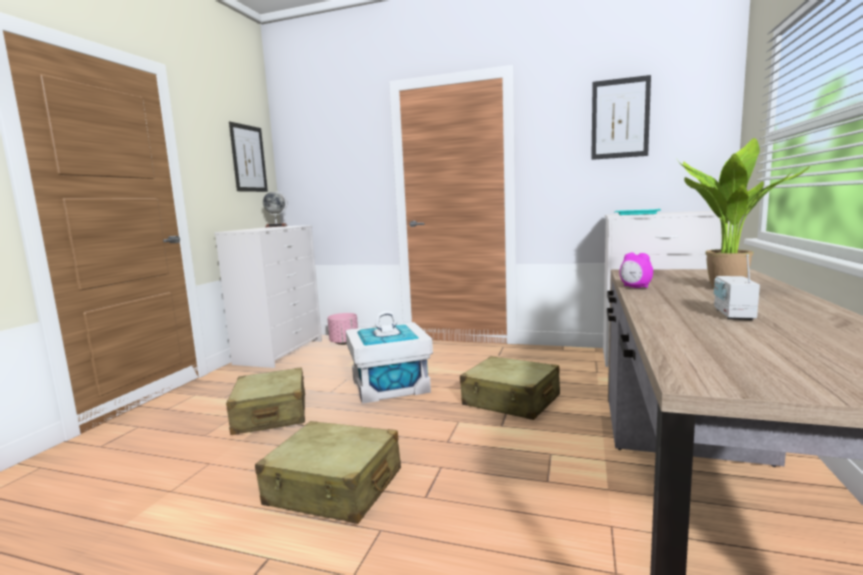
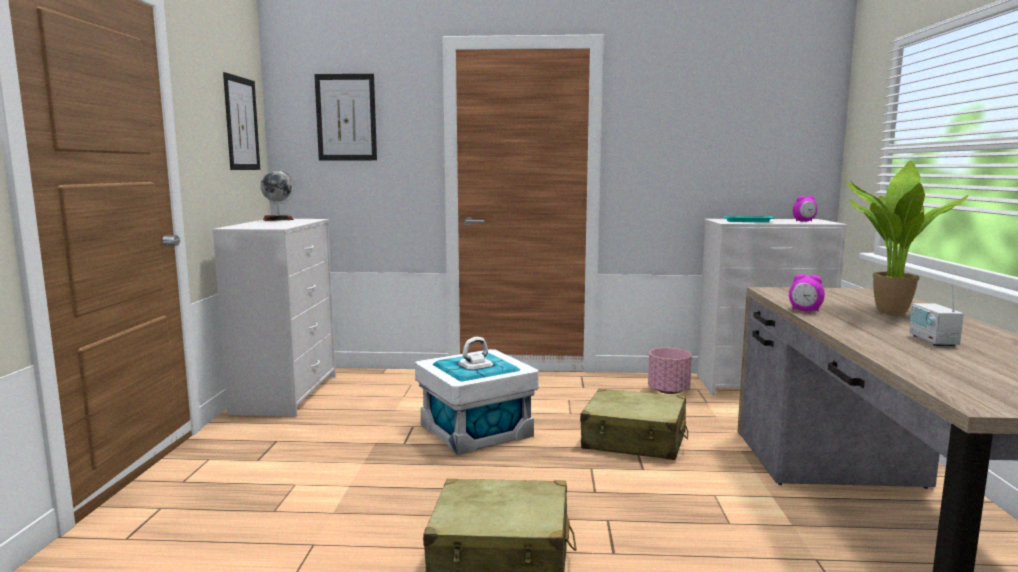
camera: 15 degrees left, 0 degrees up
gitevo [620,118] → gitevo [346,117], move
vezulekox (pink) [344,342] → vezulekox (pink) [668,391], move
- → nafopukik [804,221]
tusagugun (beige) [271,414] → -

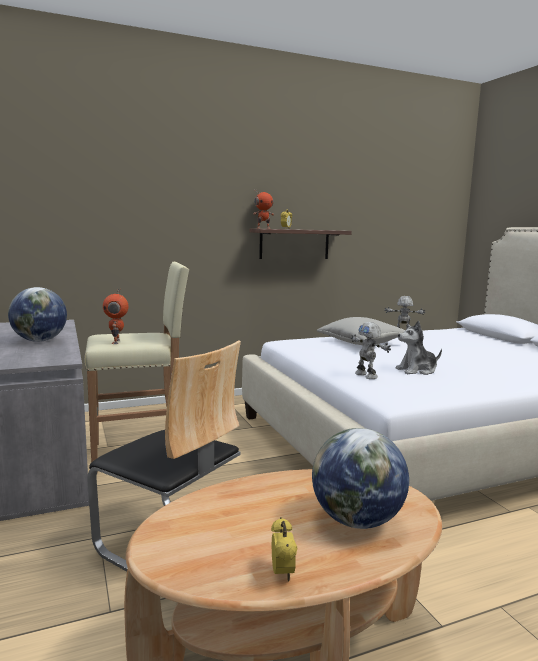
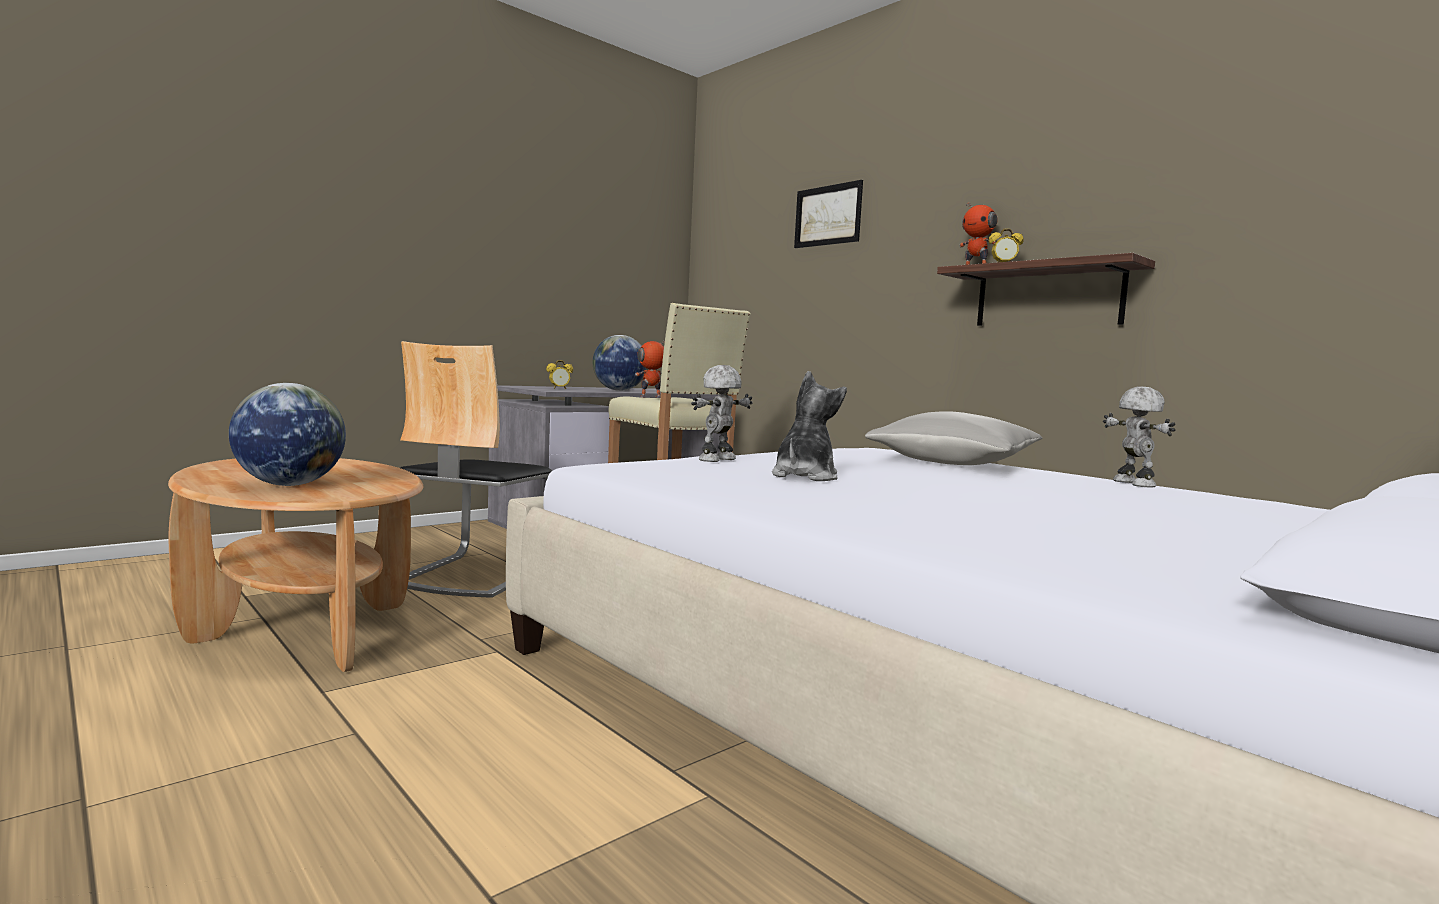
camera: 70 degrees right, 5 degrees down
nafopukik [282,574] → nafopukik [559,388], move
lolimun [417,370] → lolimun [804,476], 60 degrees clockwise
- → gitevo [828,215]

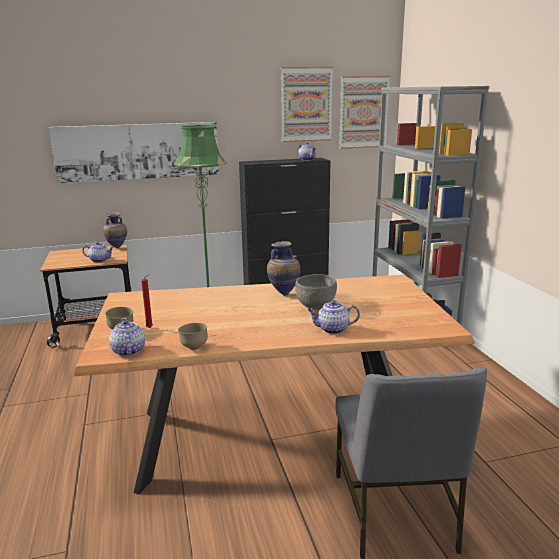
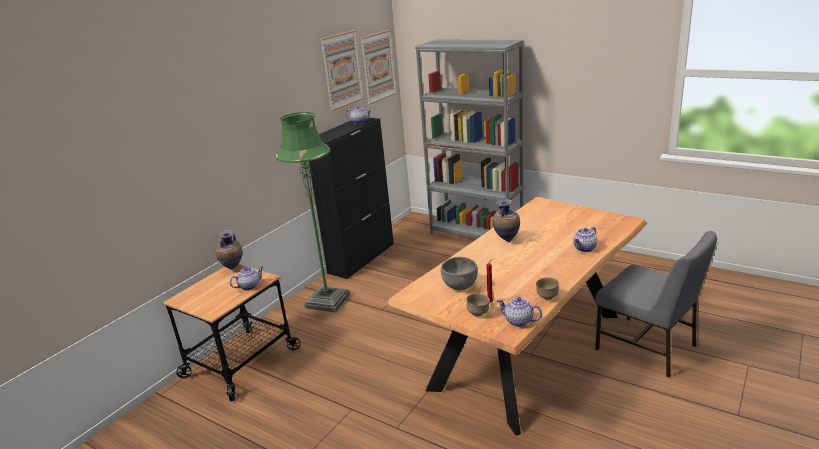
camera: 40 degrees left, 5 degrees up
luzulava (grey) [315,306] → luzulava (grey) [459,286], move
gitevo [138,151] → -

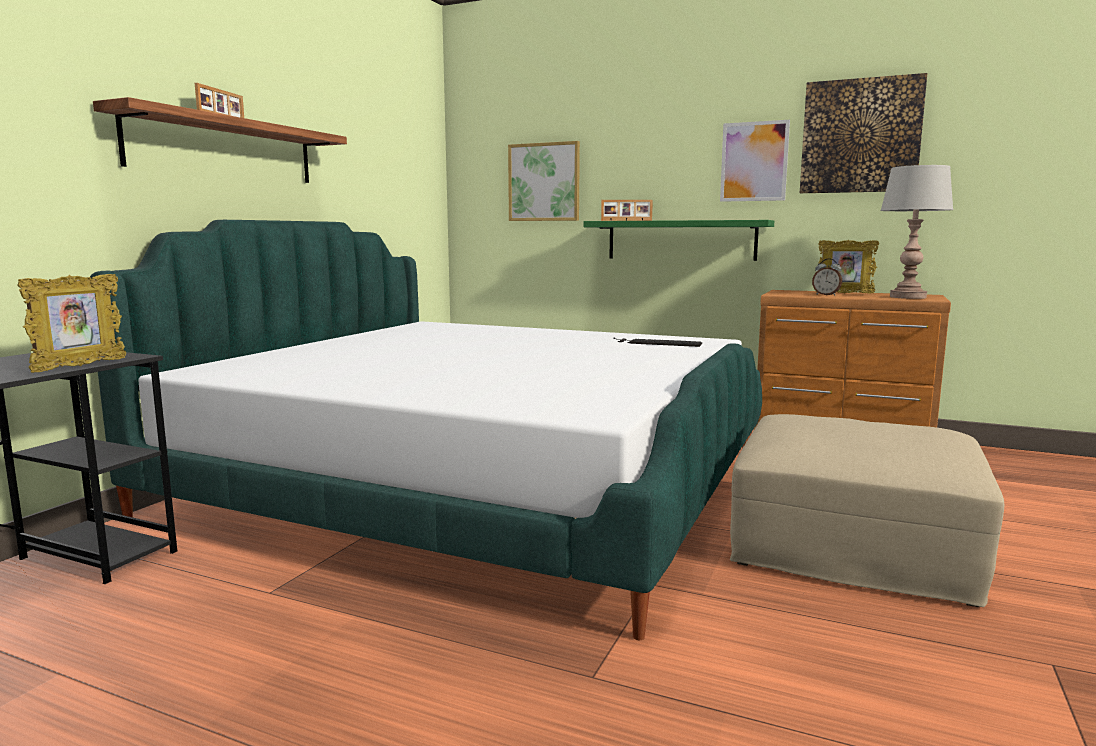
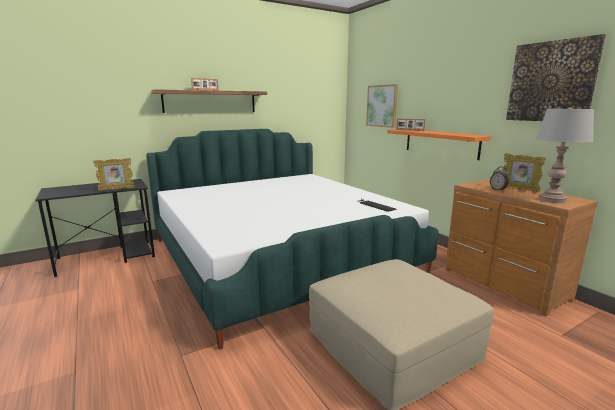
camera: 35 degrees right, 5 degrees up
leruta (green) [681,240] → leruta (orange) [440,143]
gitevo [754,161] → -

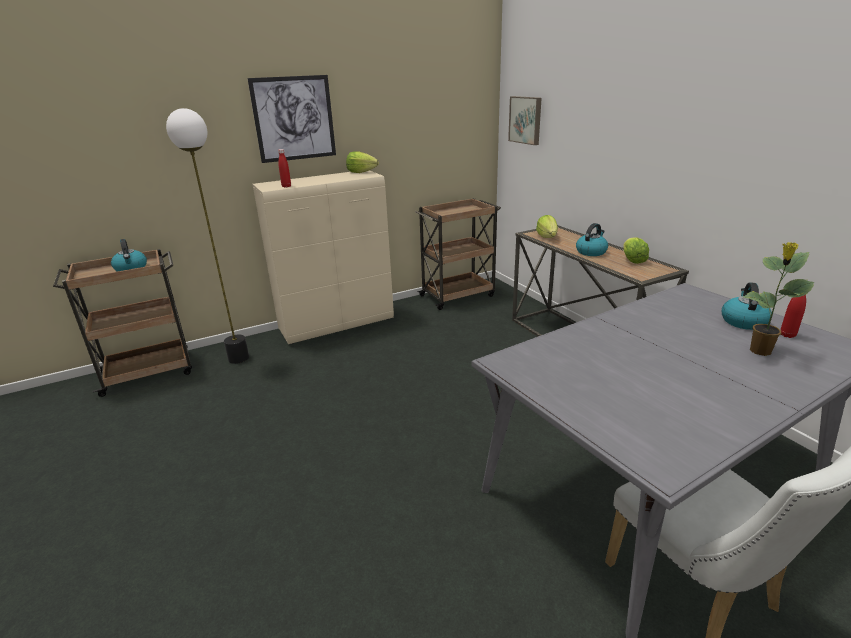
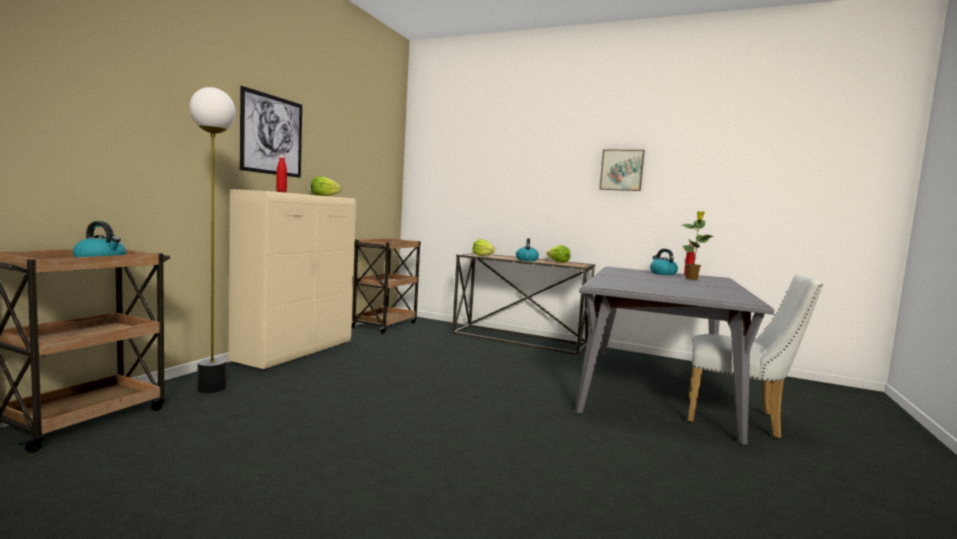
camera: 40 degrees left, 20 degrees down
gitevo [526,120] → gitevo [621,170], move

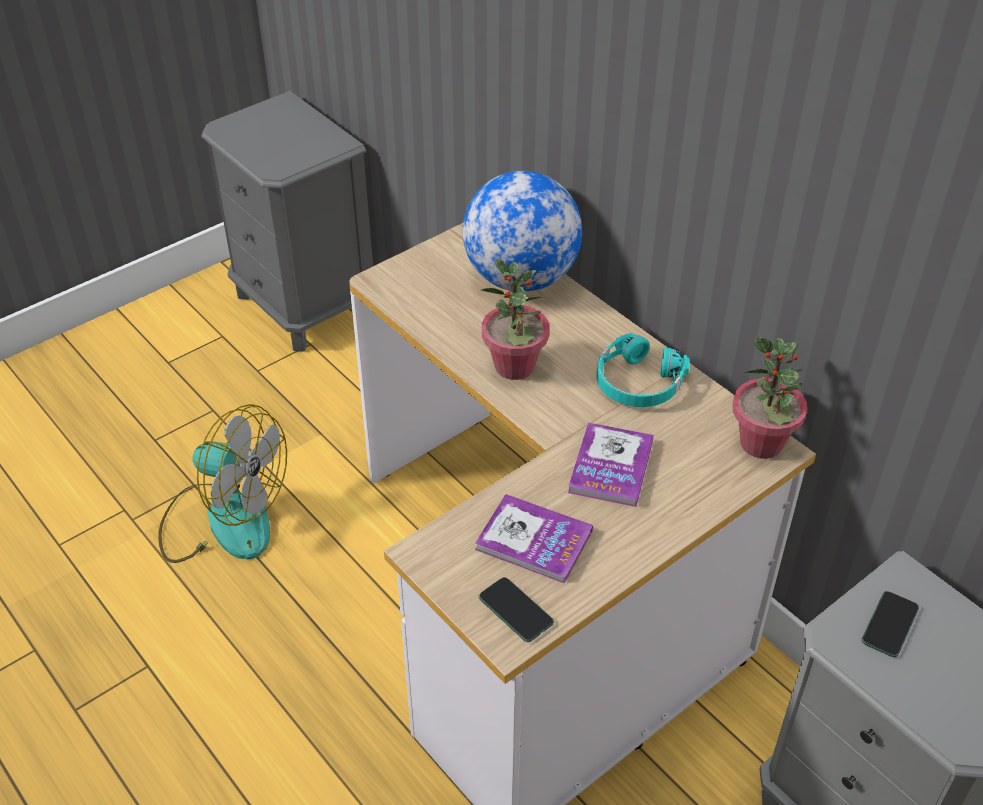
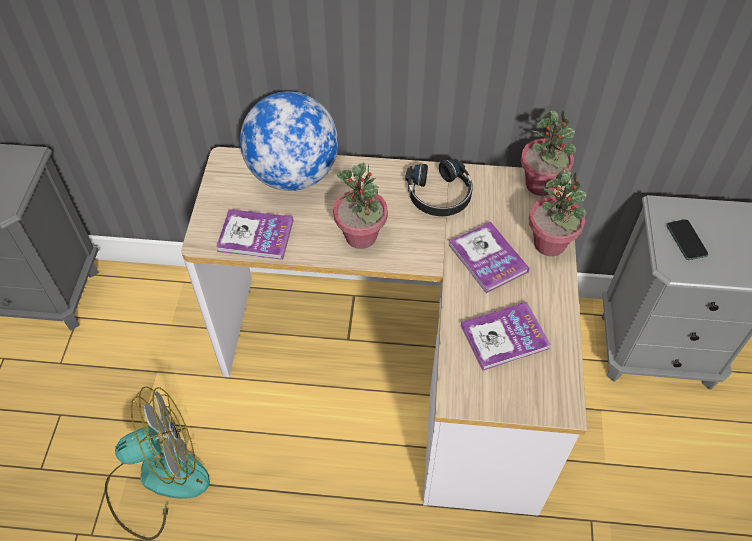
camera: 45 degrees left, 10 degrees up
- → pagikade [255,236]
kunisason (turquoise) [637,383] → kunisason (black) [439,195]
- → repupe [550,244]
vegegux [516,610] → -

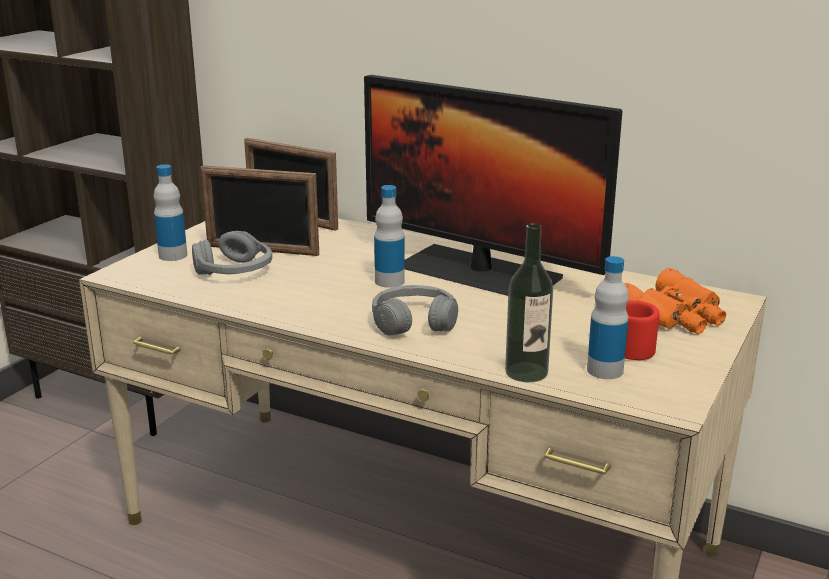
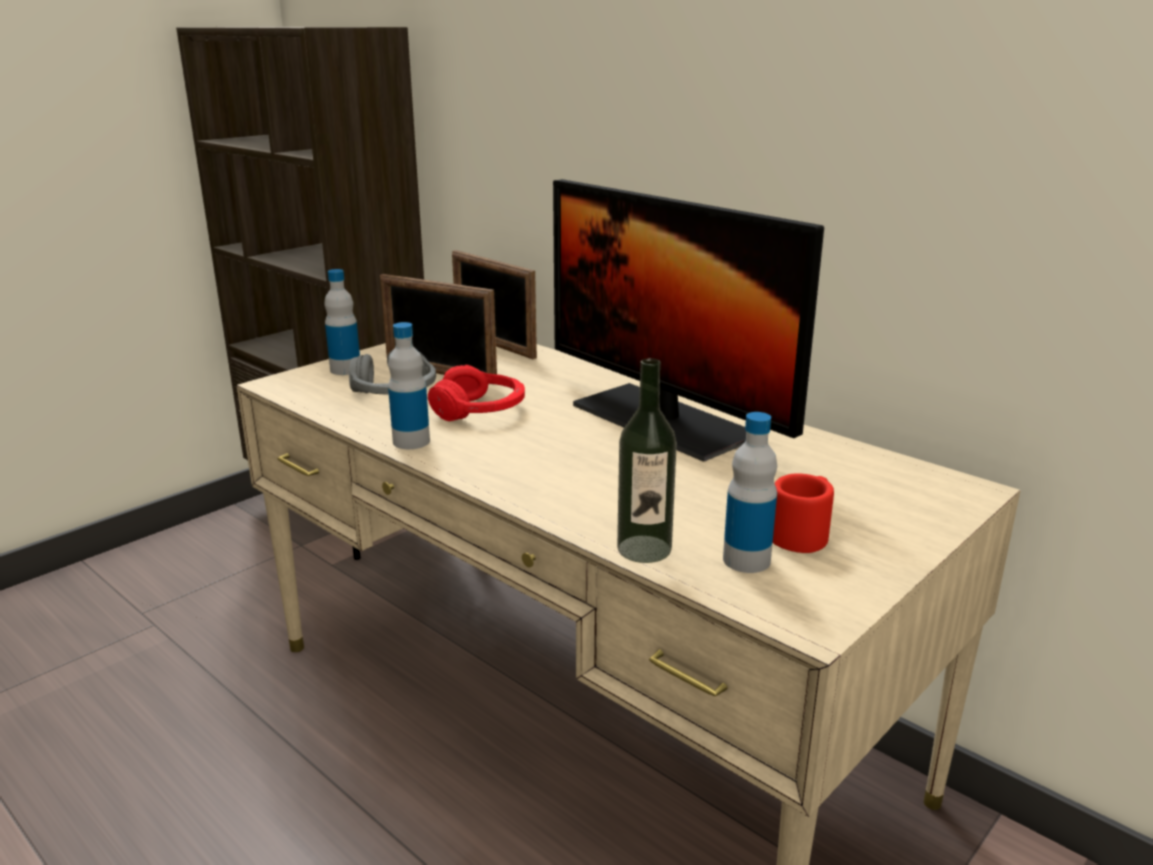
camera: 15 degrees right, 0 degrees up
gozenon [389,281] → gozenon [411,441], move
- → kunisason (red) [480,410]
kunisason (grey) [414,322] → -
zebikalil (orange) [675,315] → -

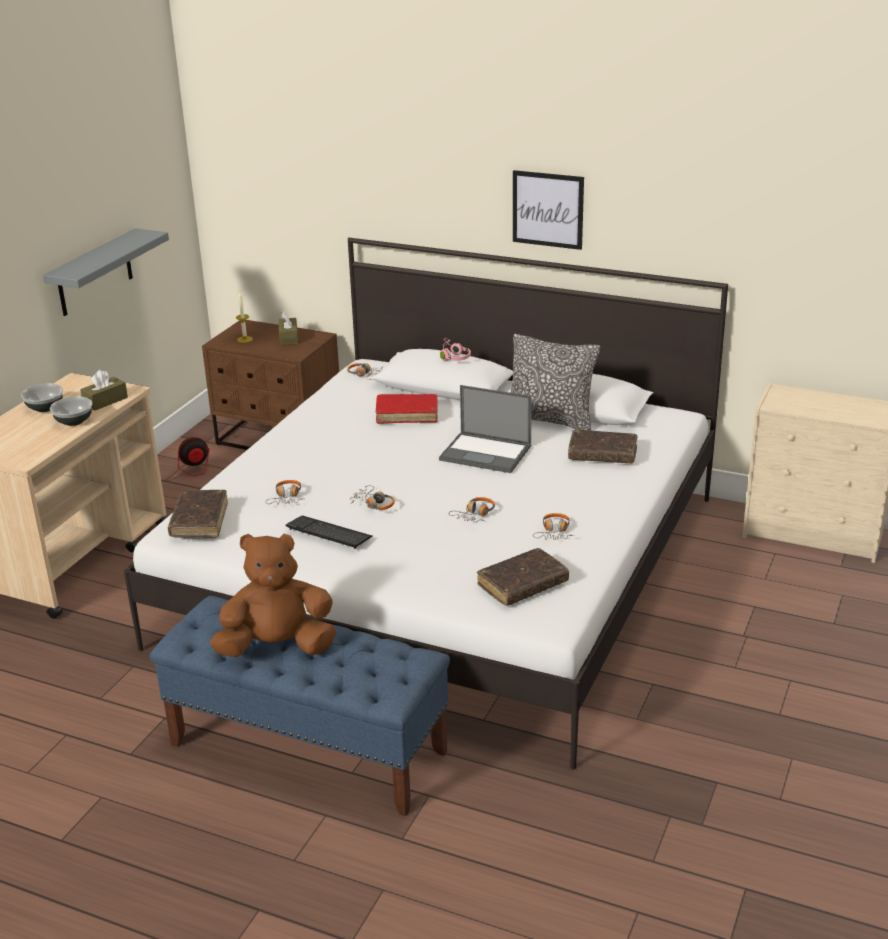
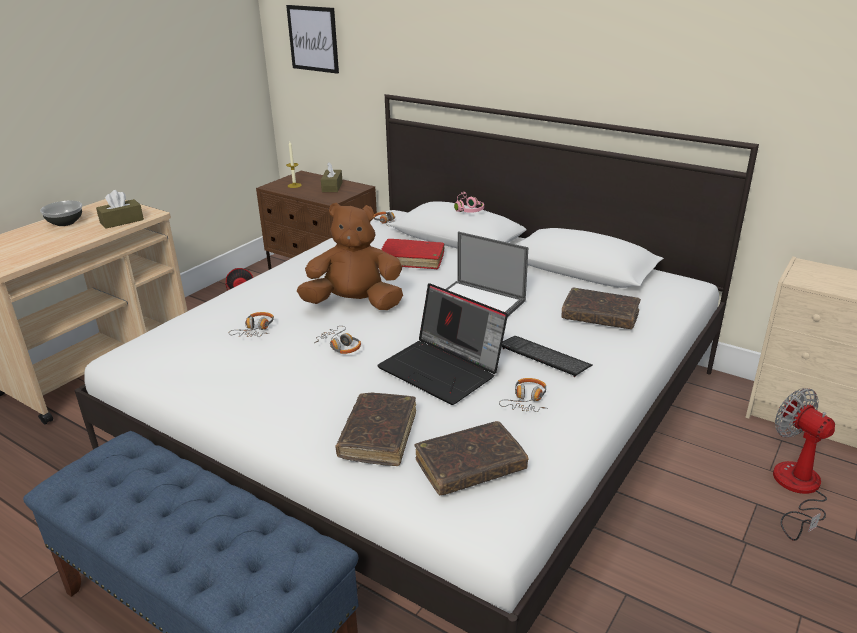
camera: 10 degrees right, 0 degrees up
gitevo [548,209] → gitevo [313,39], move
lolimun (brown) [277,647] → lolimun (brown) [355,304], move
pagikade (brown) [199,521] → pagikade (brown) [378,436], move
kunisason [475,514] → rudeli [443,369]
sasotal [328,533] → sasotal [544,357], move
- → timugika [796,489]
leruta (grey) [94,273] → -
luzulava [74,421] → -
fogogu [550,420] → -

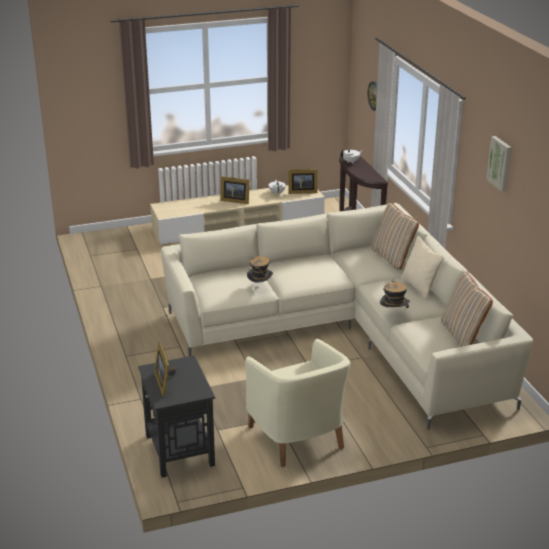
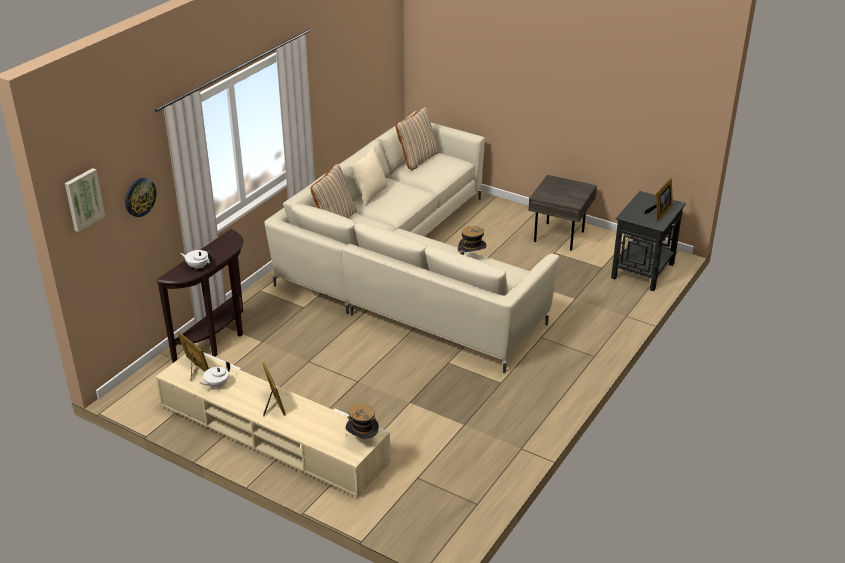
camera: 130 degrees left, 5 degrees up
gitevo [500,163] → gitevo [83,199], move
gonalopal [393,314] → gonalopal [362,440], move
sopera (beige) [298,438] → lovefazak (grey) [560,236]

